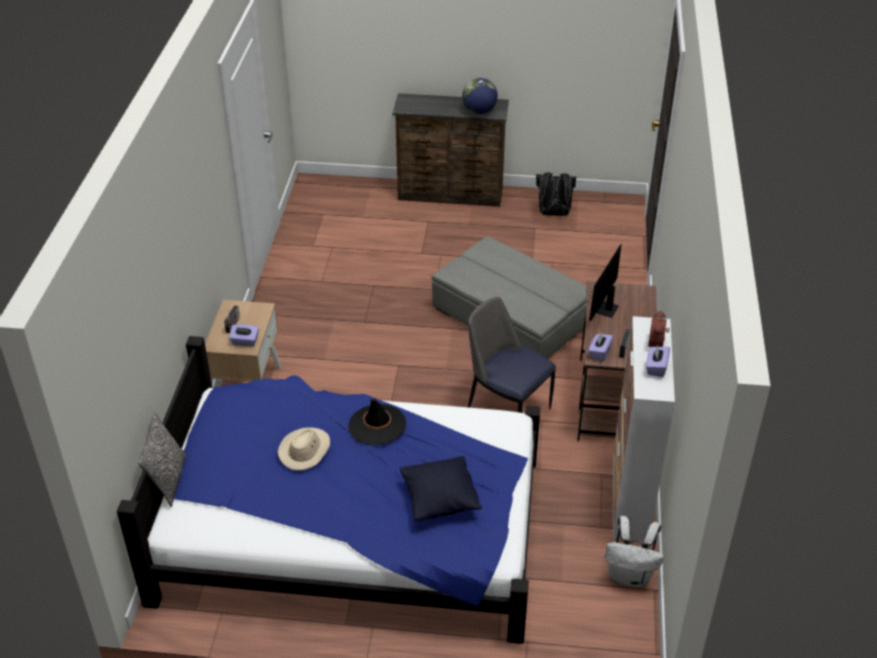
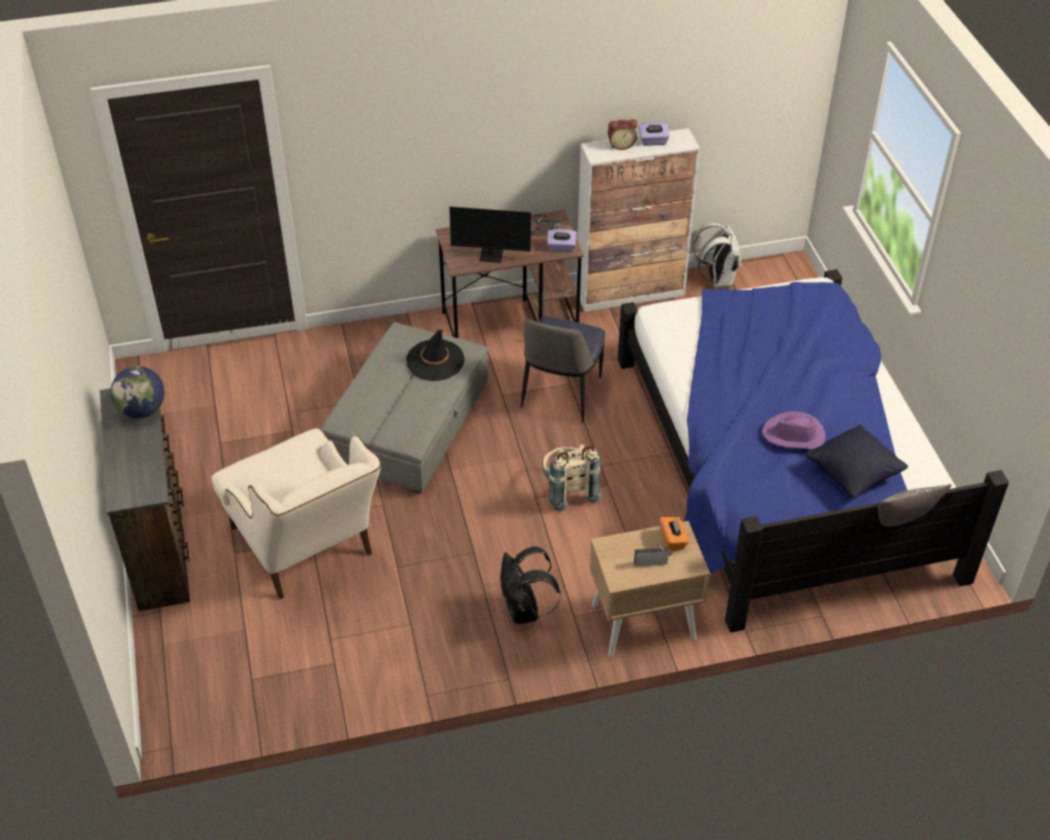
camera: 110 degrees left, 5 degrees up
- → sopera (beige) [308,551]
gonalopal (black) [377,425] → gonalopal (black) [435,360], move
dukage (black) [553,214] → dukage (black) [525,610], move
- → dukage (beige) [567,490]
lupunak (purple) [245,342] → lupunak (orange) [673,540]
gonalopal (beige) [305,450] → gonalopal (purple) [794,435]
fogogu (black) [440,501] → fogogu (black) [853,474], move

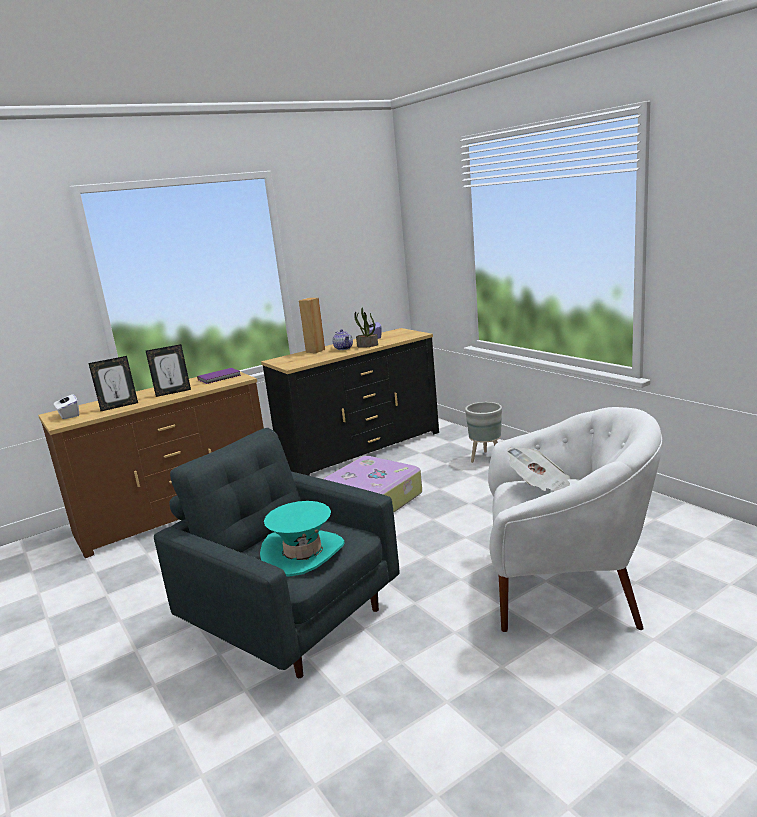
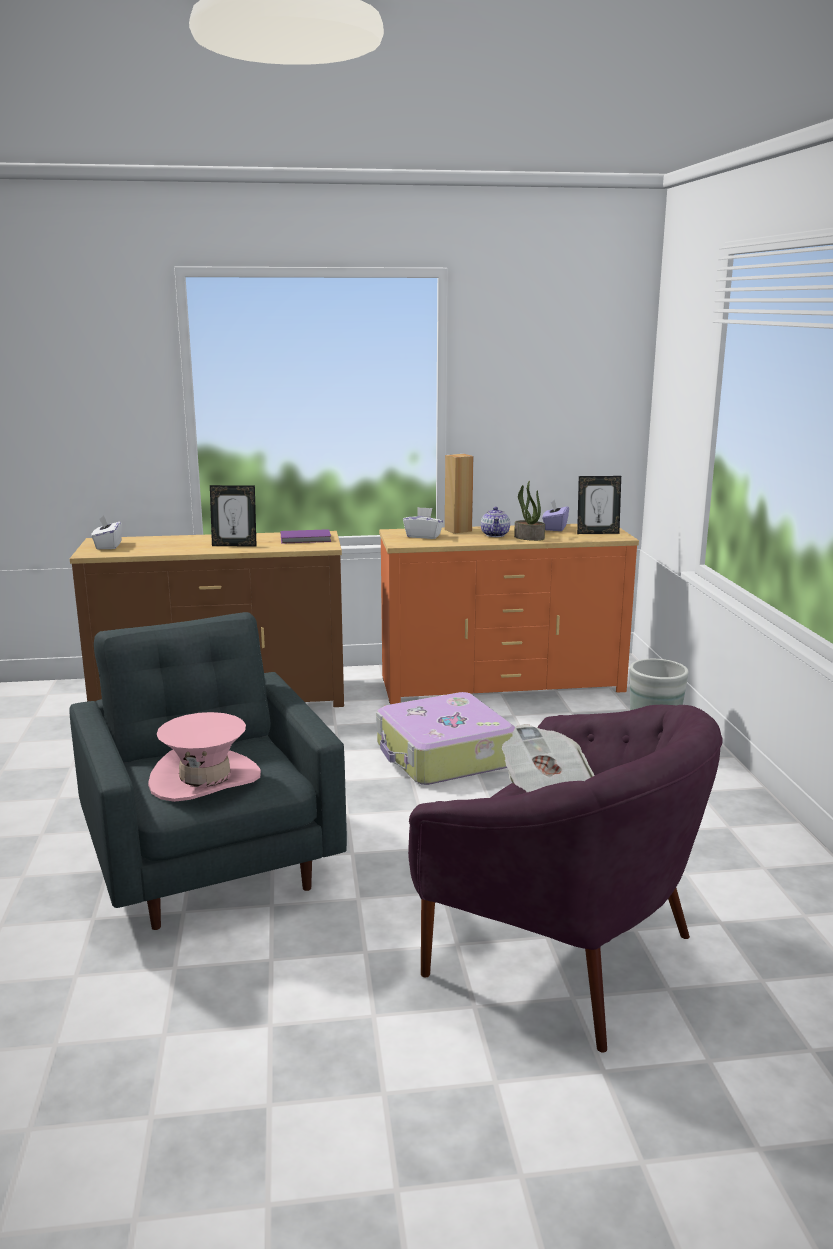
camera: 25 degrees right, 0 degrees up
gonalopal (turquoise) [303,553] → gonalopal (pink) [205,779]
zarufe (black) [361,449] → zarufe (orange) [501,684]
- → lupunak (white) [423,536]
sopera (white) [564,586] → sopera (purple) [563,954]
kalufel [119,406] → kalufel [597,533], move

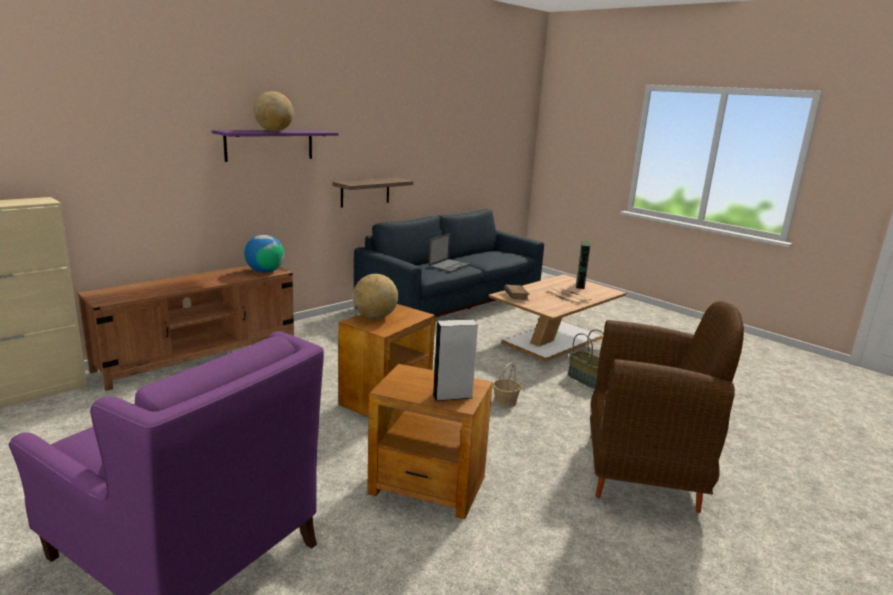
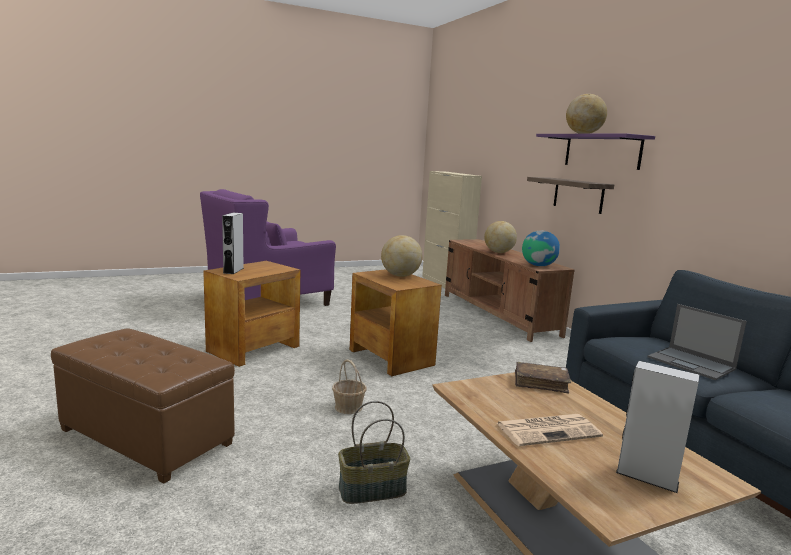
camera: 110 degrees right, 5 degrees down
sopera (brown) [643,472] → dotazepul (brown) [145,437]
- → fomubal [498,252]
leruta [365,192] → leruta [578,195], move
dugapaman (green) [580,285] → dugapaman (grey) [647,477]

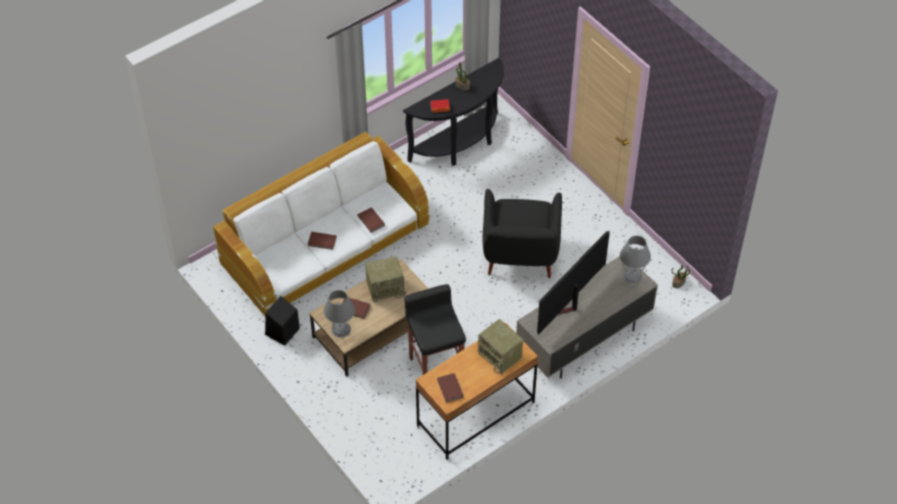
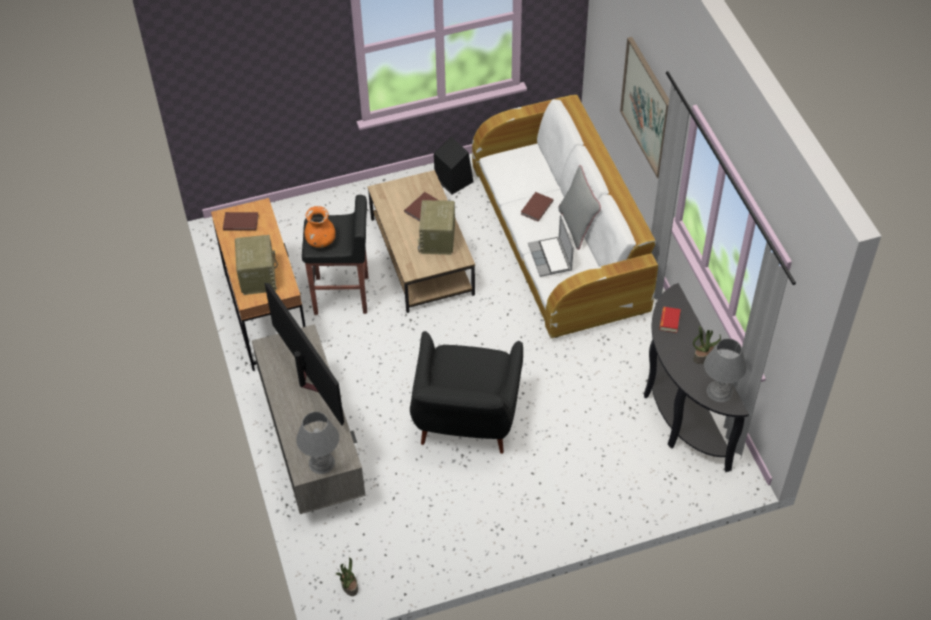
camera: 110 degrees right, 0 degrees up
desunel [500,356] → desunel [257,276], 105 degrees clockwise
- → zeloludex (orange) [321,241]
sopera (black) [520,257] → sopera (black) [466,421], 105 degrees counterclockwise
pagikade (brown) [371,220] → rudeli [551,258]
- → fogogu (grey) [577,227]
- → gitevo [647,107]
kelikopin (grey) [341,329] → kelikopin (grey) [720,391], move

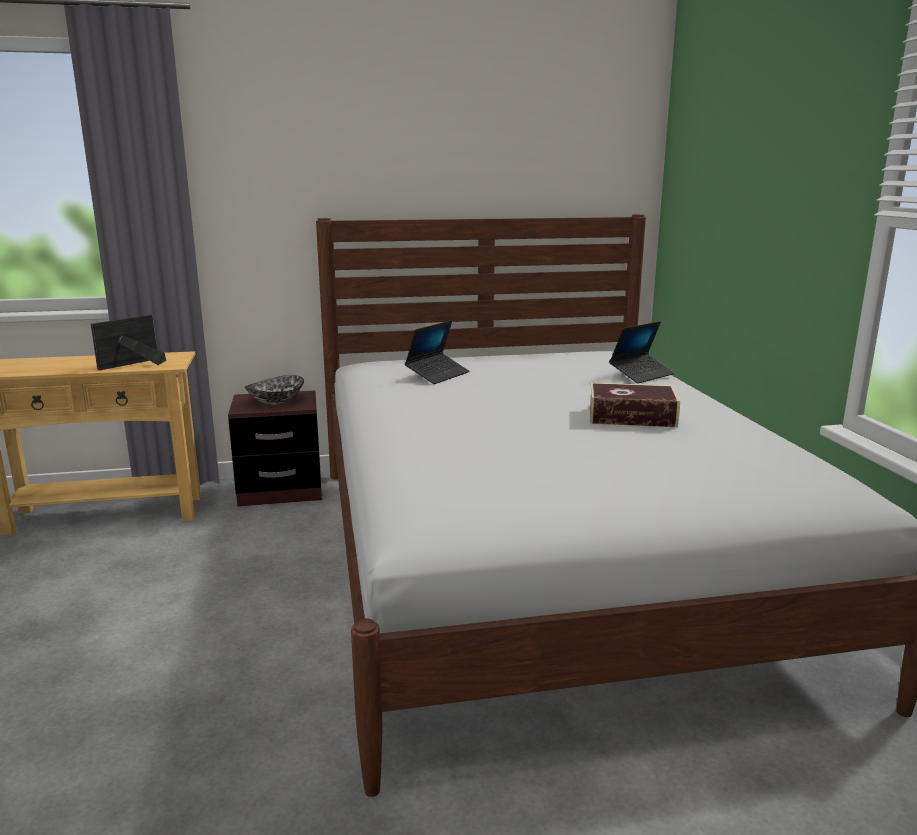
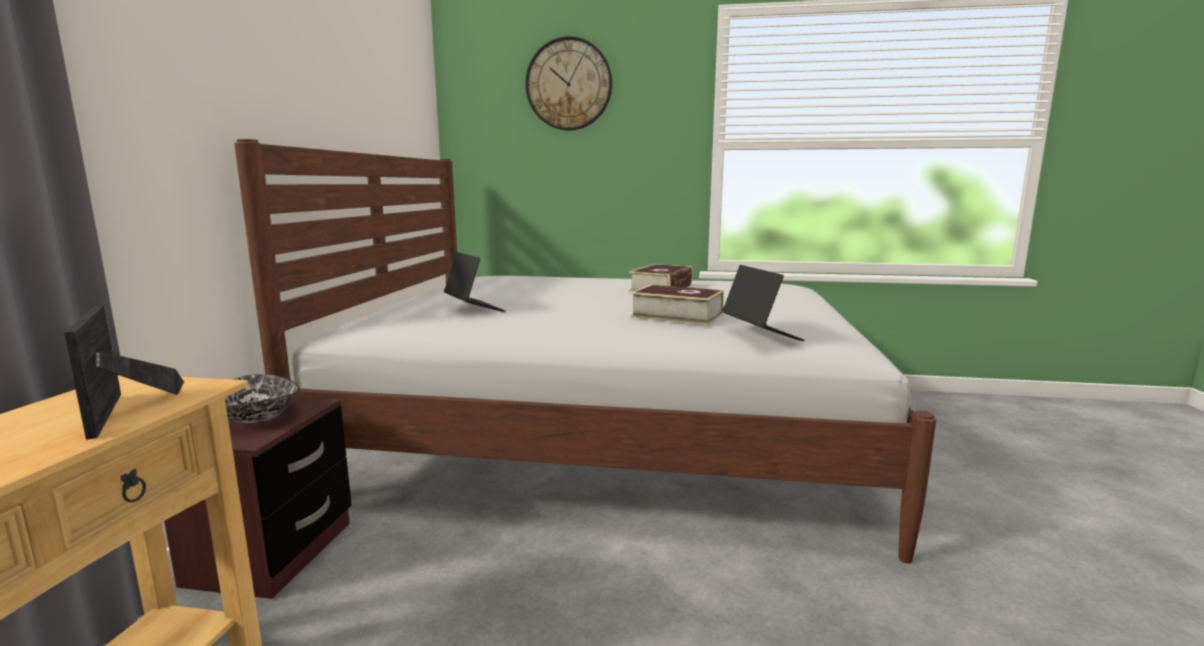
camera: 70 degrees left, 5 degrees down
- → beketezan [569,84]
- → pagikade [677,315]
rudeli [641,375] → rudeli [760,334], move

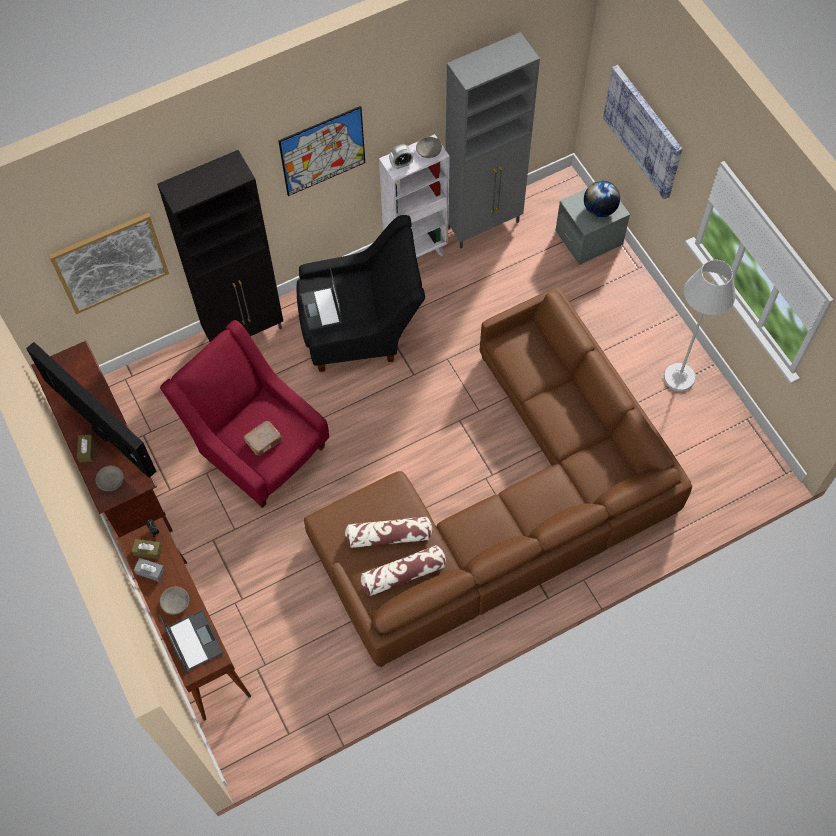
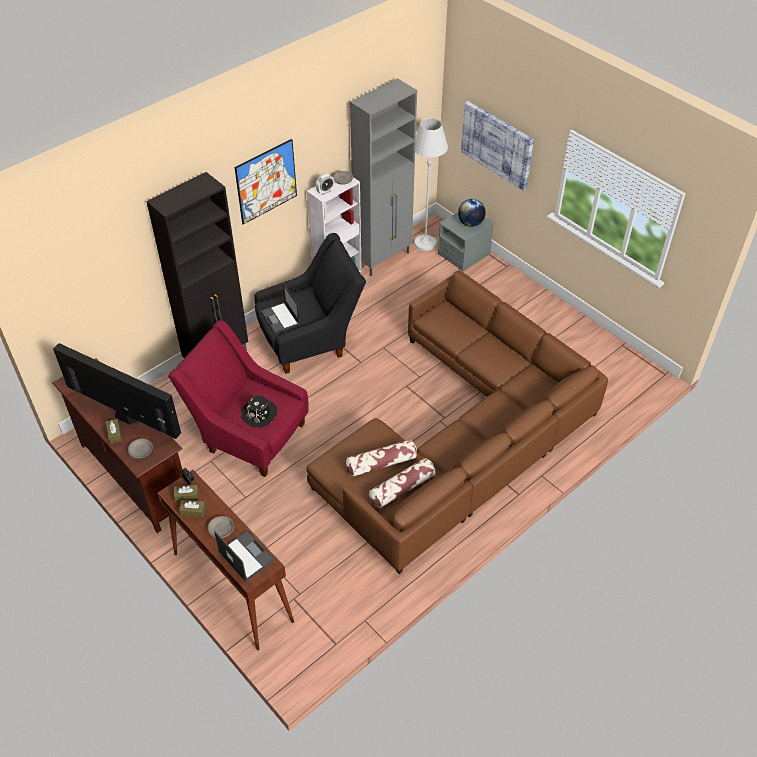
camera: 15 degrees left, 15 degrees down
lupunak (grey) [150,571] → lupunak (brown) [193,511]
pagikade (brown) [264,441] → gonalopal (black) [259,414]
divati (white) [679,377] → divati (white) [425,243], move
gitevo [110,263] → -

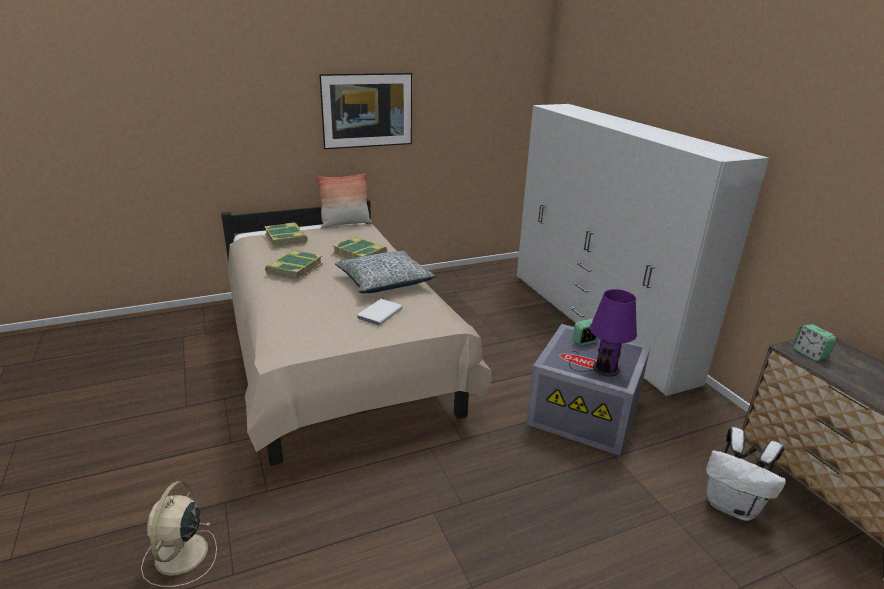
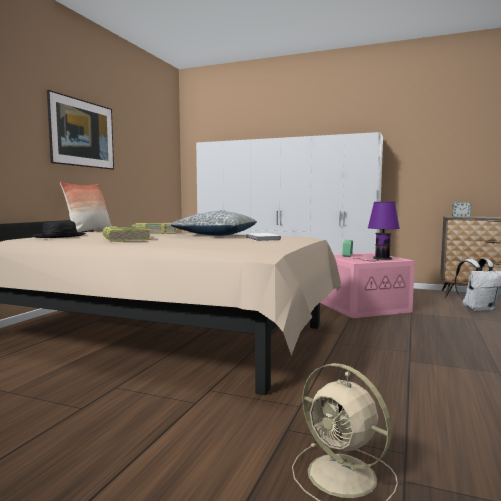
camera: 45 degrees left, 20 degrees down
pagikade [286,239] → gonalopal (black) [60,236]
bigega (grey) [585,412] → bigega (pink) [363,306]

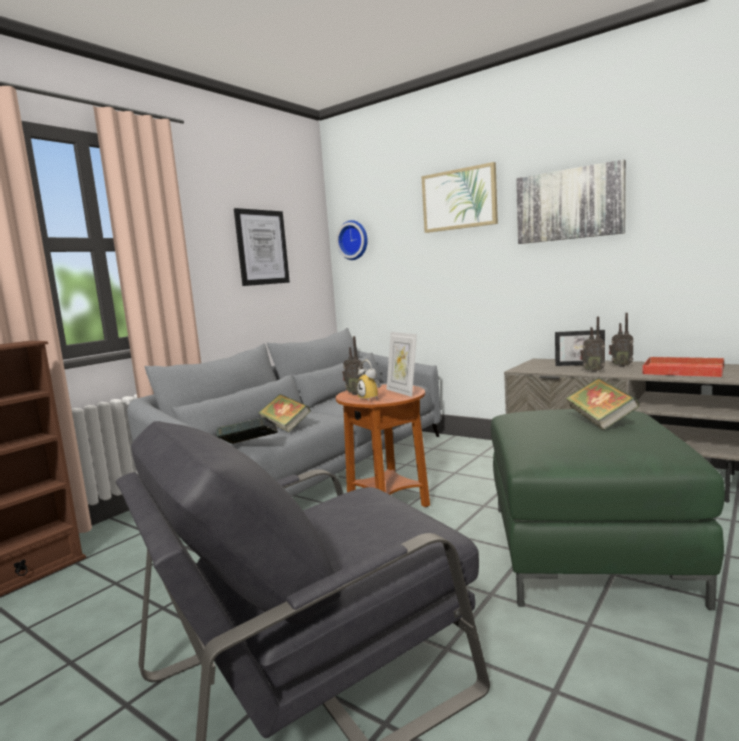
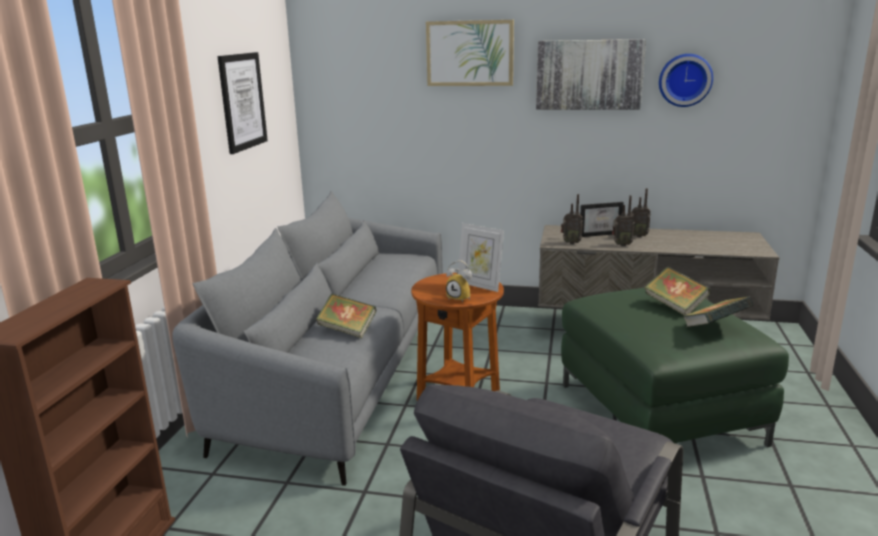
camera: 25 degrees left, 10 degrees up
desunel [356,393] → desunel [570,243], move
beketezan [354,240] → beketezan [685,80], move
pagikade [249,446] → pagikade [714,328], move
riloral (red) [681,370] → -

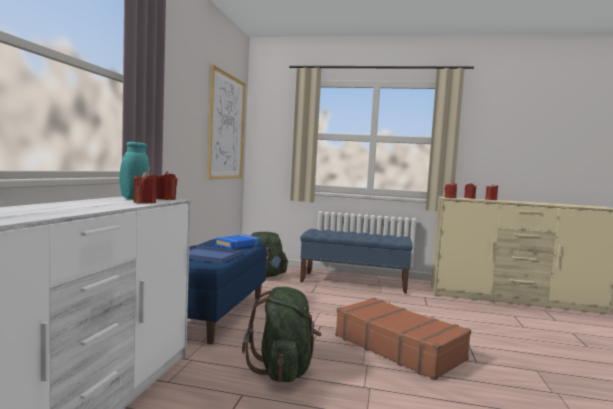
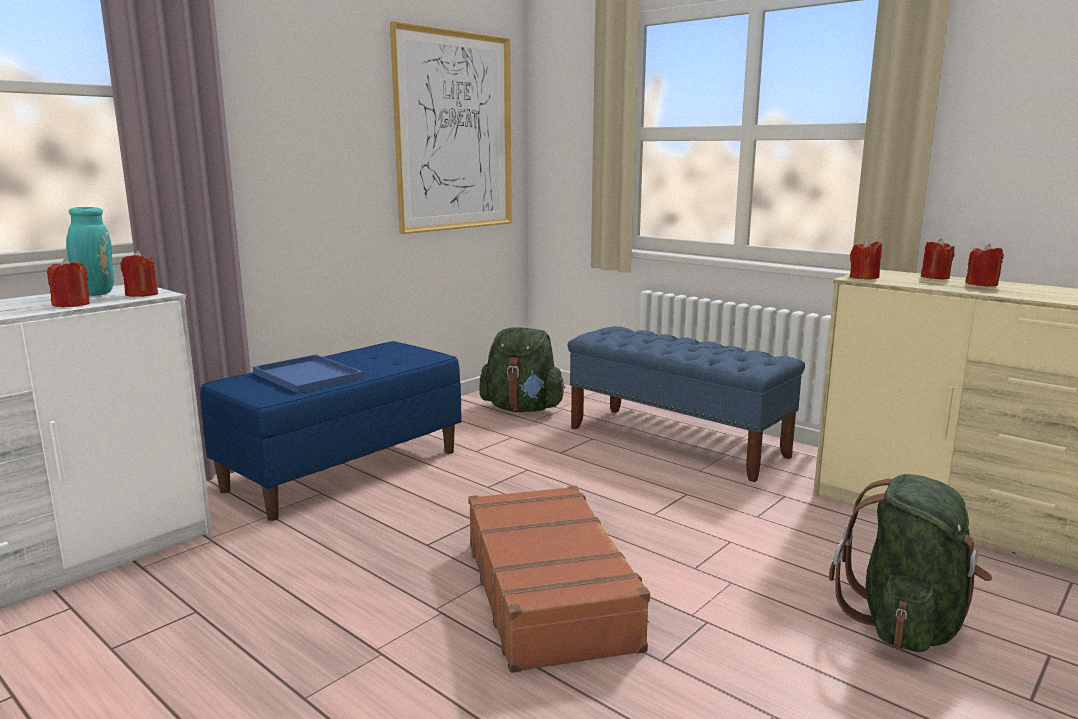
camera: 30 degrees right, 10 degrees up
dukage (green) [283,370] → dukage (green) [906,623], move
pagikade (blue) [238,245] → -

